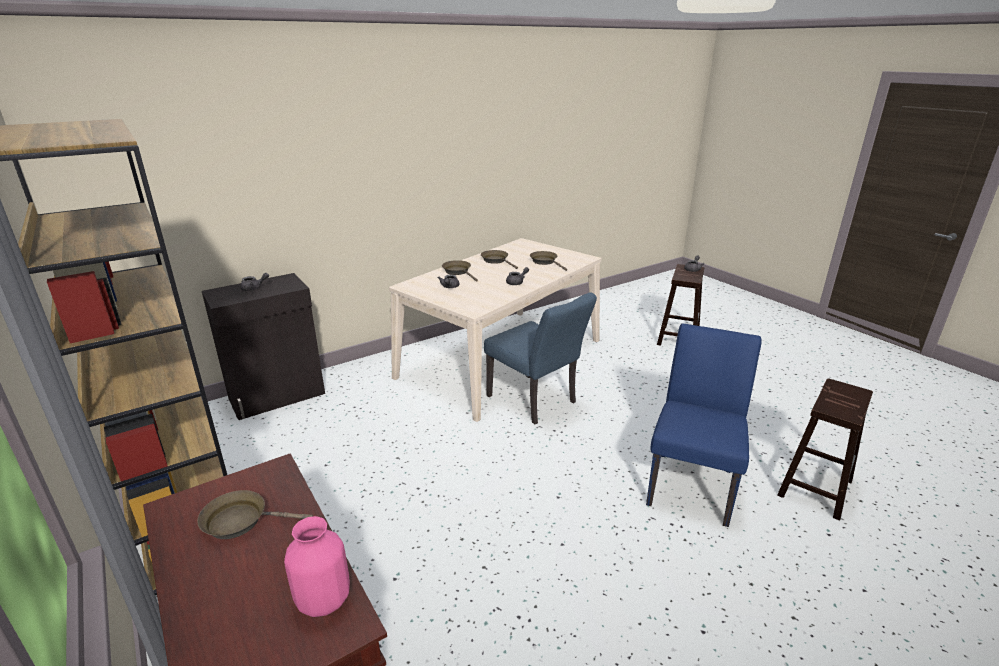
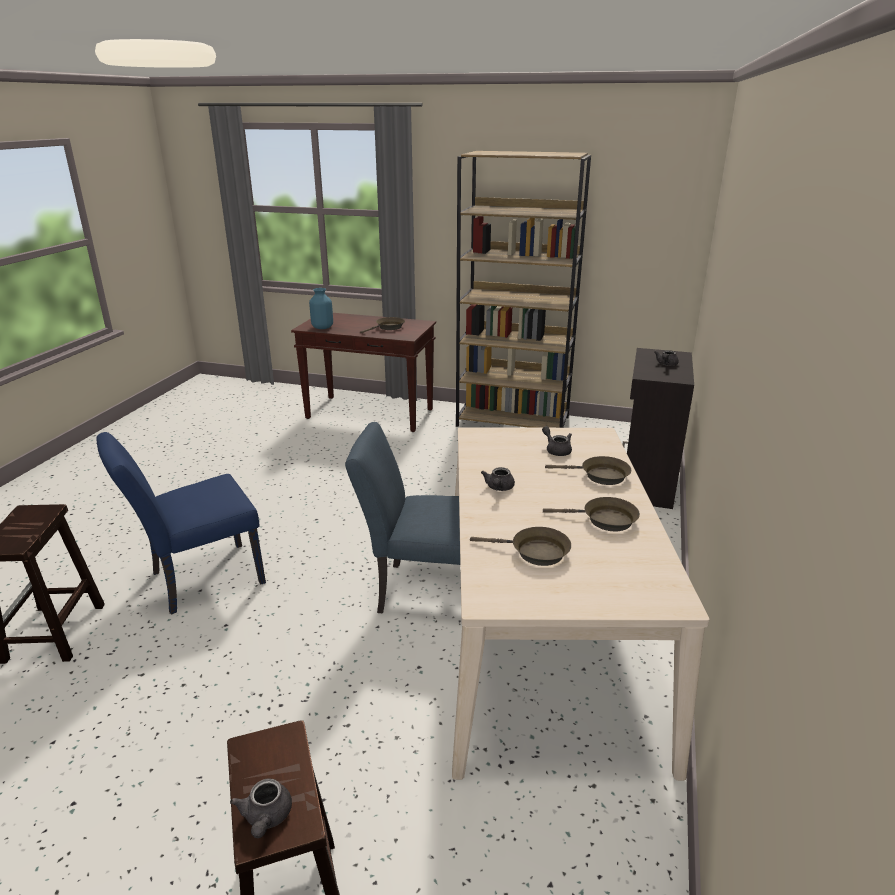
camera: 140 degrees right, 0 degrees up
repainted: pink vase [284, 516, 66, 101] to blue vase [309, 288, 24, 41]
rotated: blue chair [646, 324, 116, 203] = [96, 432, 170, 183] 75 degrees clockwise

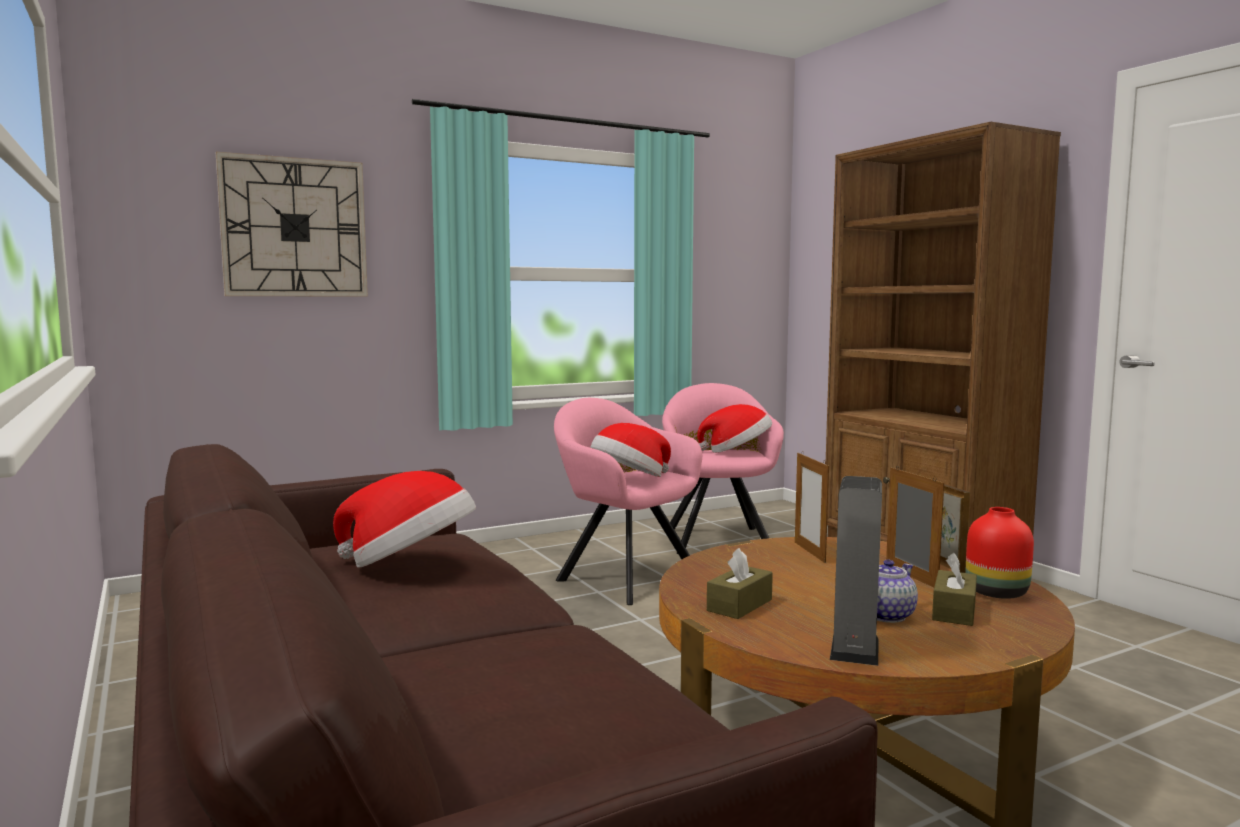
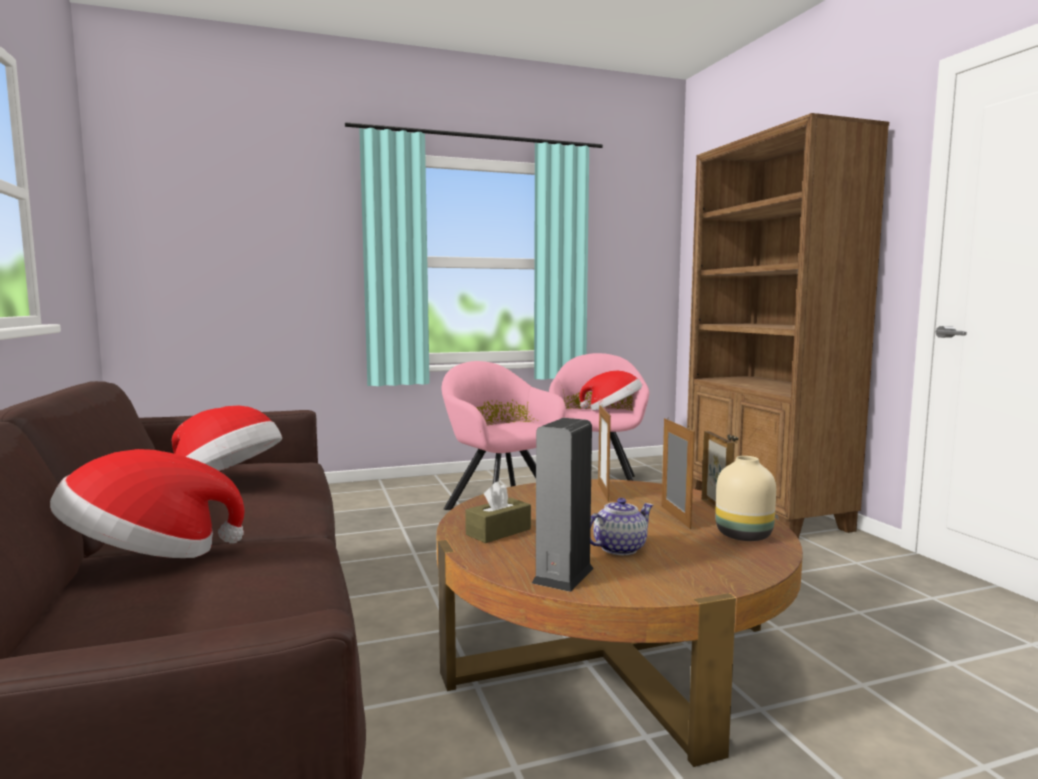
camera: 10 degrees right, 0 degrees up
gone: wall clock [216, 152, 152, 145]; brown tissue box [932, 553, 45, 73]
shifted: hat [590, 423, 81, 54] to [50, 449, 195, 109]
repainted: red vase [966, 507, 68, 92] to beige vase [715, 456, 61, 85]

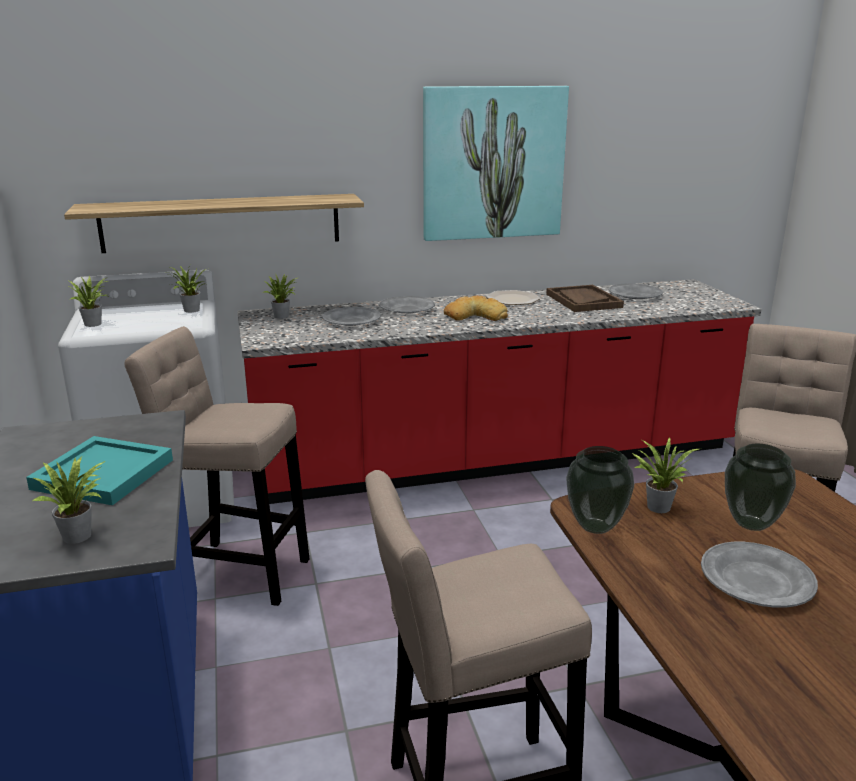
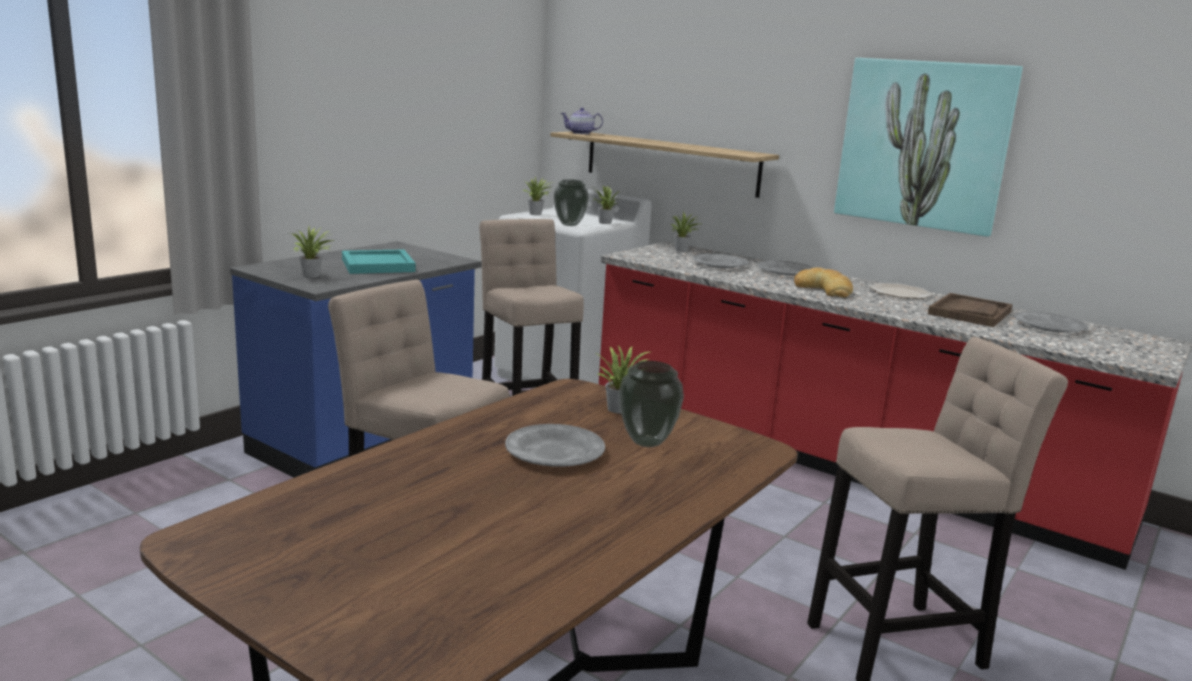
camera: 50 degrees right, 5 degrees down
new: teapot [560, 107, 43, 27]
shifted: vase [566, 446, 68, 88] to [554, 179, 35, 47]

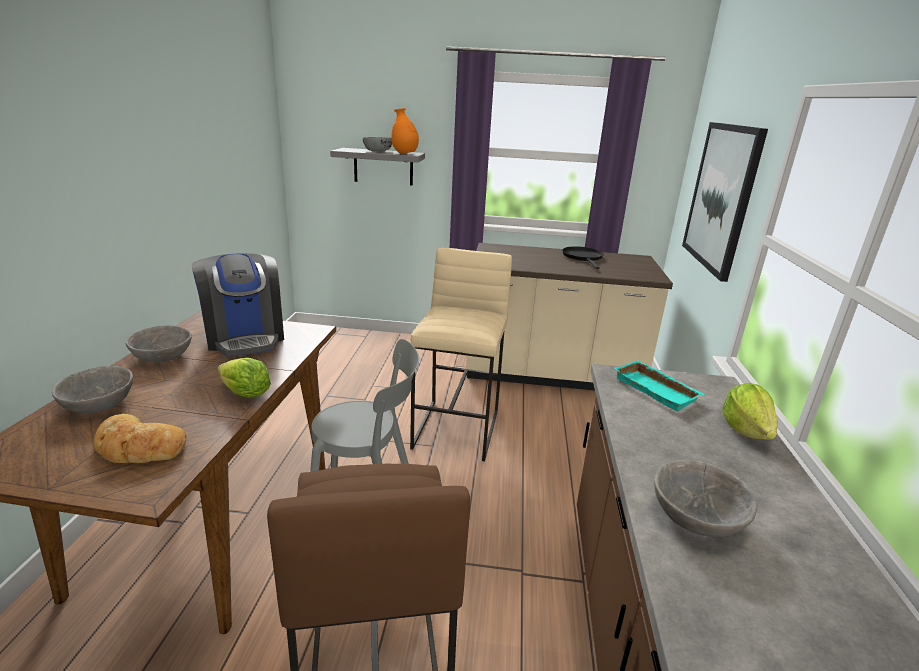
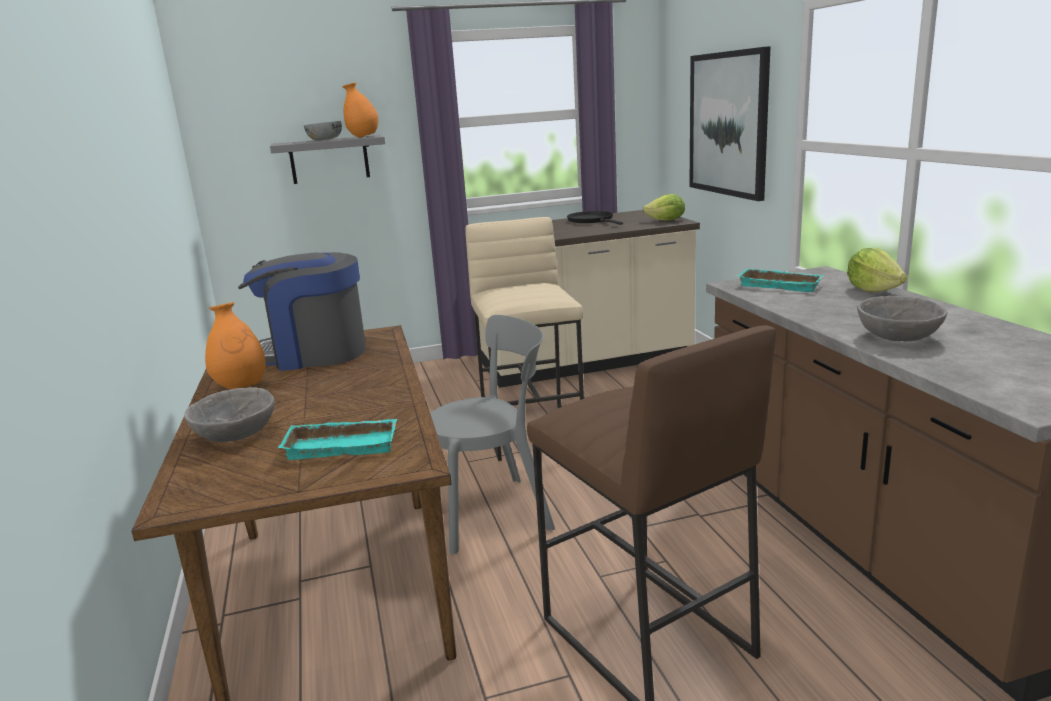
camera: 20 degrees left, 5 degrees down
shifted: lettuce [218, 358, 53, 40] to [643, 194, 42, 27]
swapped: grey bowl [125, 325, 67, 38] to orange vase [205, 302, 61, 88]; bread [93, 414, 94, 49] to turquoise tray [278, 419, 119, 41]
rotated: coffee machine [192, 253, 92, 104] = [238, 252, 128, 119] 135 degrees clockwise

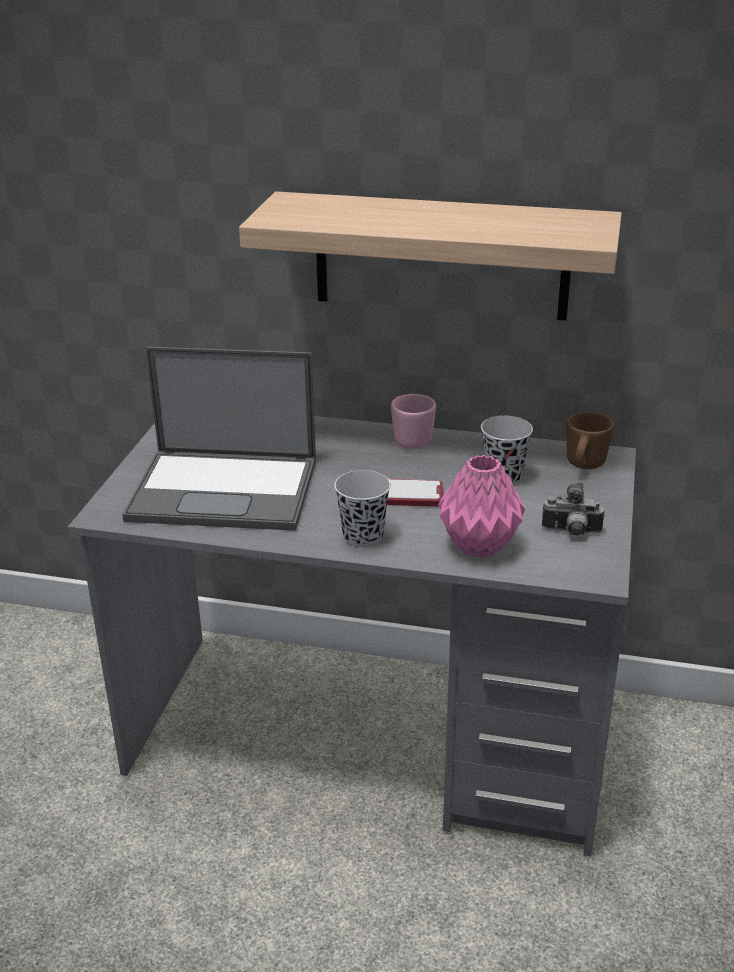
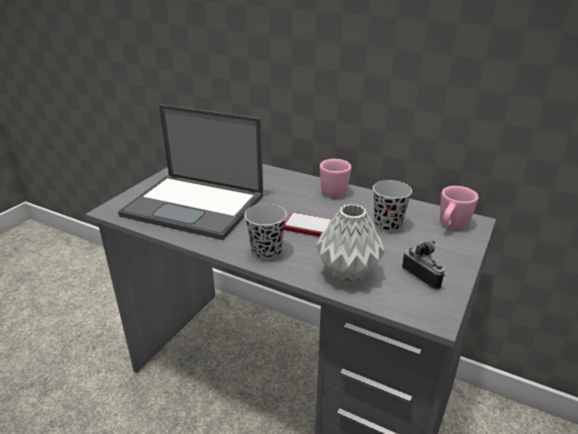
camera: 15 degrees right, 0 degrees up
gone: shelf [239, 191, 383, 130]
repainted: pink vase [438, 455, 87, 103] to grey vase [316, 204, 69, 81]; brown mug [566, 411, 48, 58] to pink mug [440, 186, 38, 43]
rotated: photo camera [542, 482, 63, 54] = [402, 241, 43, 49] 150 degrees counterclockwise

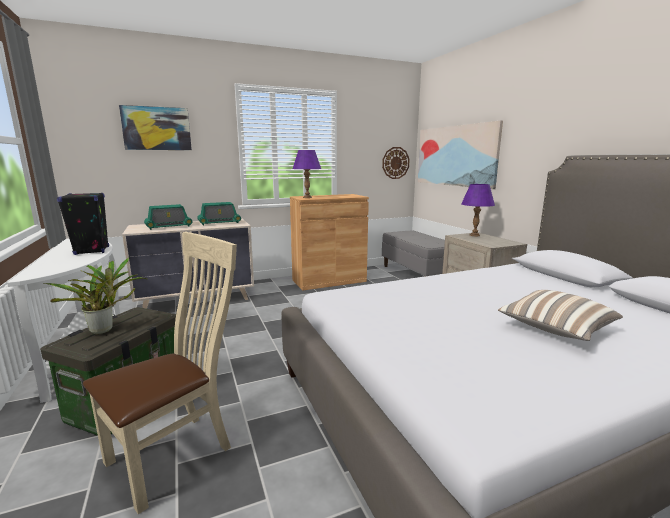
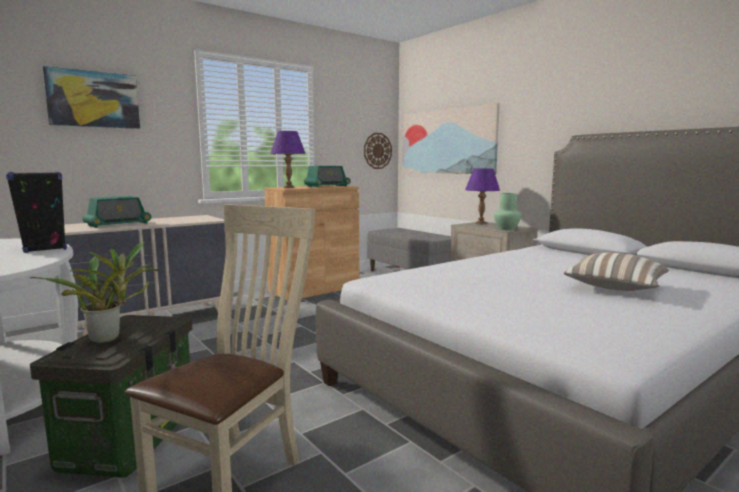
camera: 15 degrees left, 5 degrees down
new: green vase [494, 193, 28, 37]
shifted: radio [197, 202, 44, 24] to [304, 166, 47, 21]

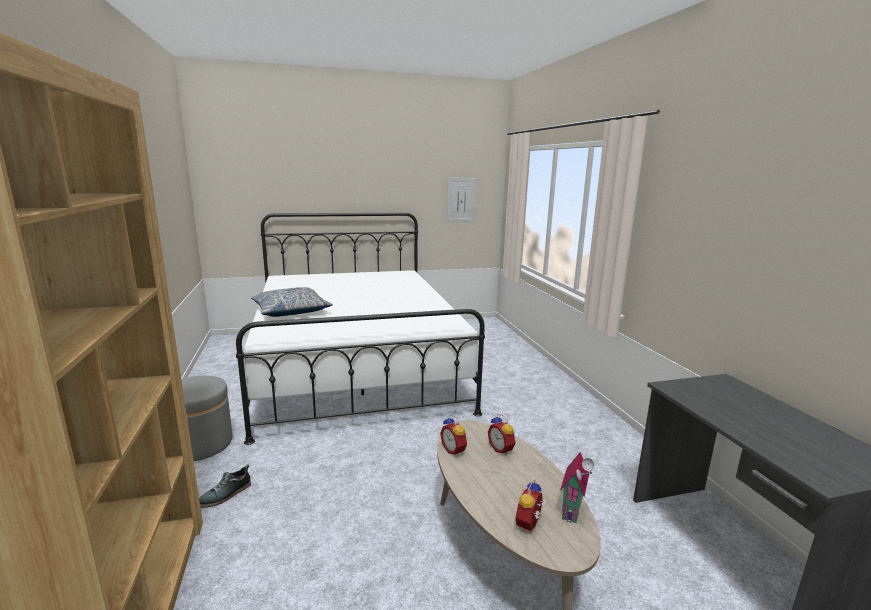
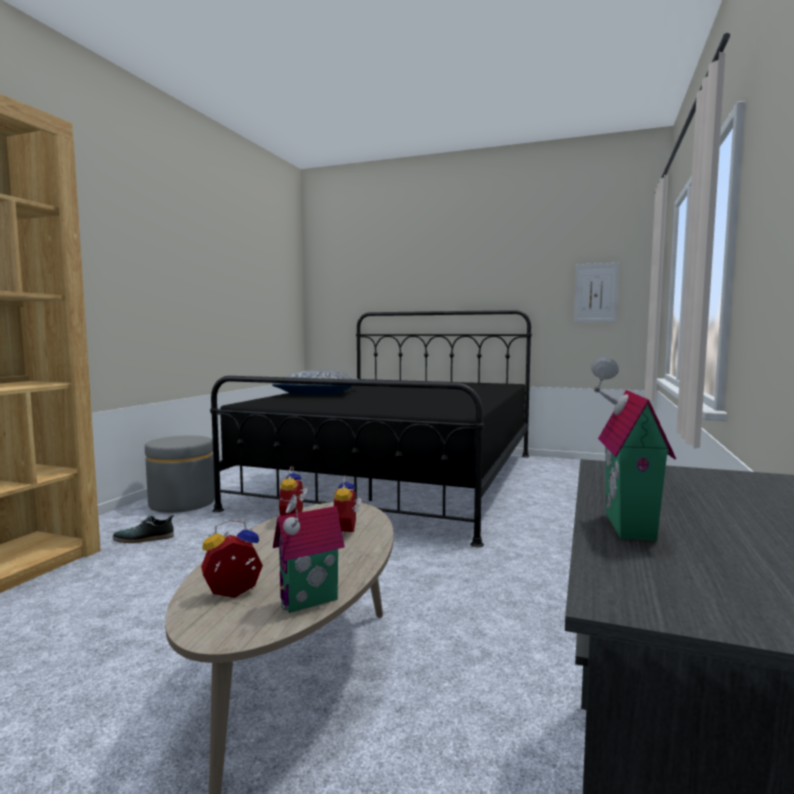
camera: 35 degrees right, 10 degrees down
new: toy house [591, 357, 85, 184]
repainted: white bed [236, 213, 249, 232] to black bed [210, 310, 322, 237]

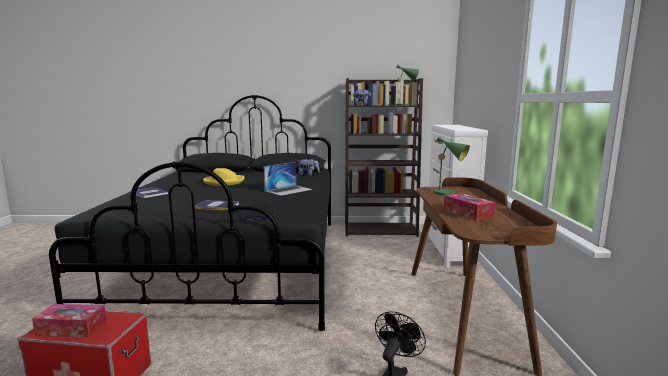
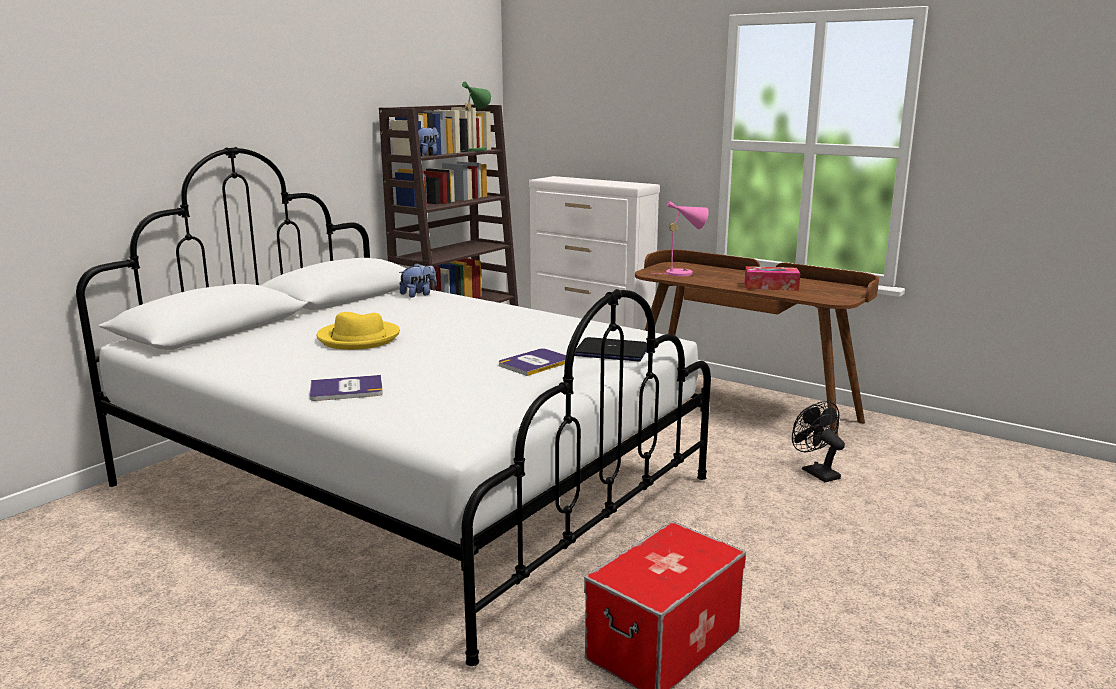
camera: 55 degrees left, 5 degrees up
gone: tissue box [32, 304, 75, 33]; laptop [264, 162, 48, 34]
repainted: black bed [49, 95, 282, 236] to white bed [76, 147, 635, 519]; green table lamp [426, 137, 44, 58] to pink table lamp [657, 201, 52, 76]

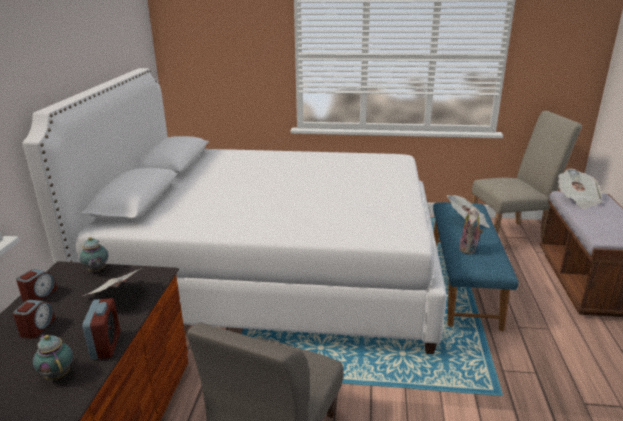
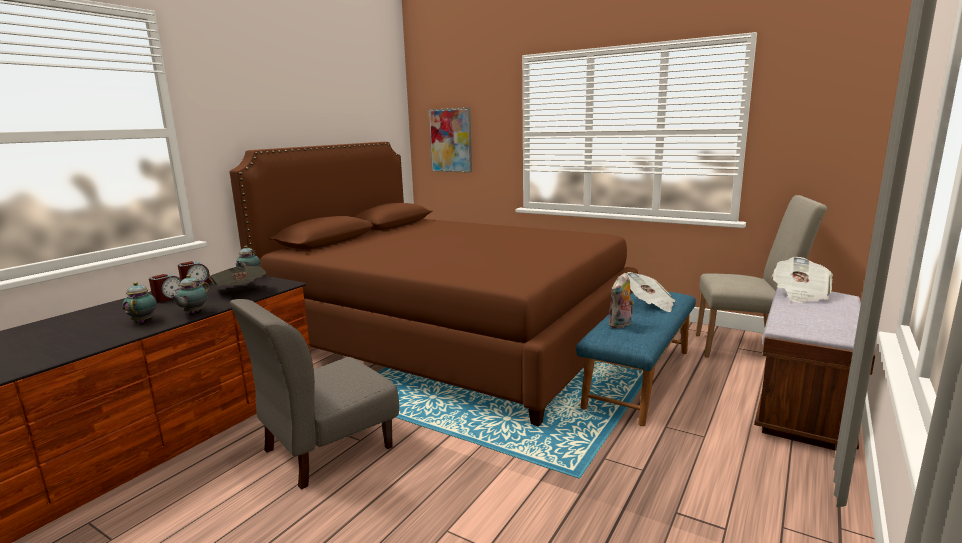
camera: 25 degrees right, 10 degrees down
new: picture [429, 108, 43, 65]
swapped: alarm clock [82, 298, 38, 61] to teapot [170, 275, 39, 39]
repainted: white bed [23, 68, 424, 286] to brown bed [230, 142, 408, 284]

